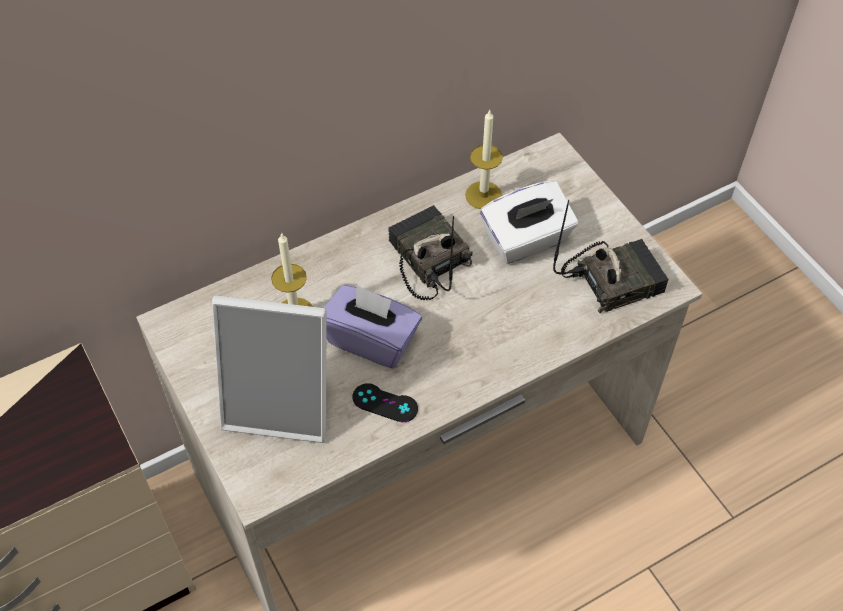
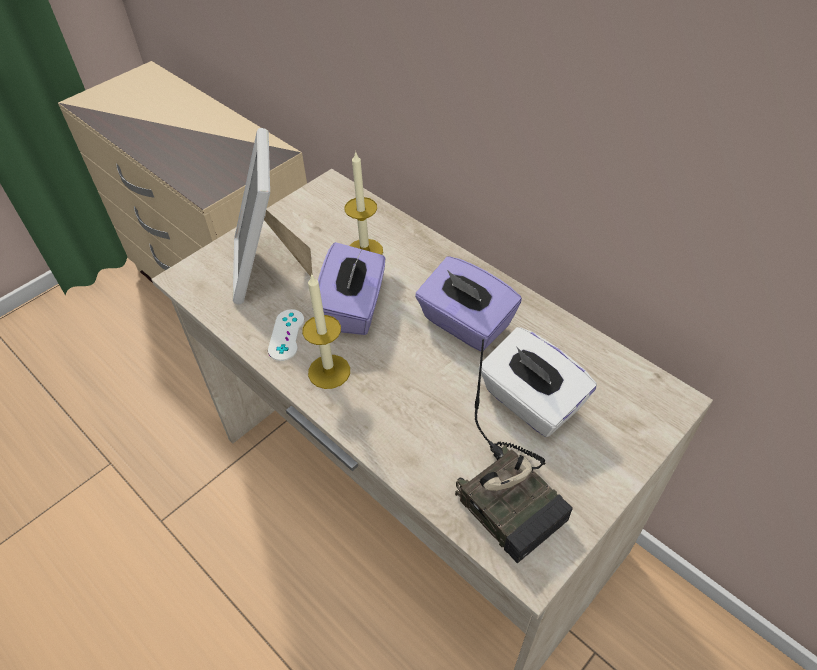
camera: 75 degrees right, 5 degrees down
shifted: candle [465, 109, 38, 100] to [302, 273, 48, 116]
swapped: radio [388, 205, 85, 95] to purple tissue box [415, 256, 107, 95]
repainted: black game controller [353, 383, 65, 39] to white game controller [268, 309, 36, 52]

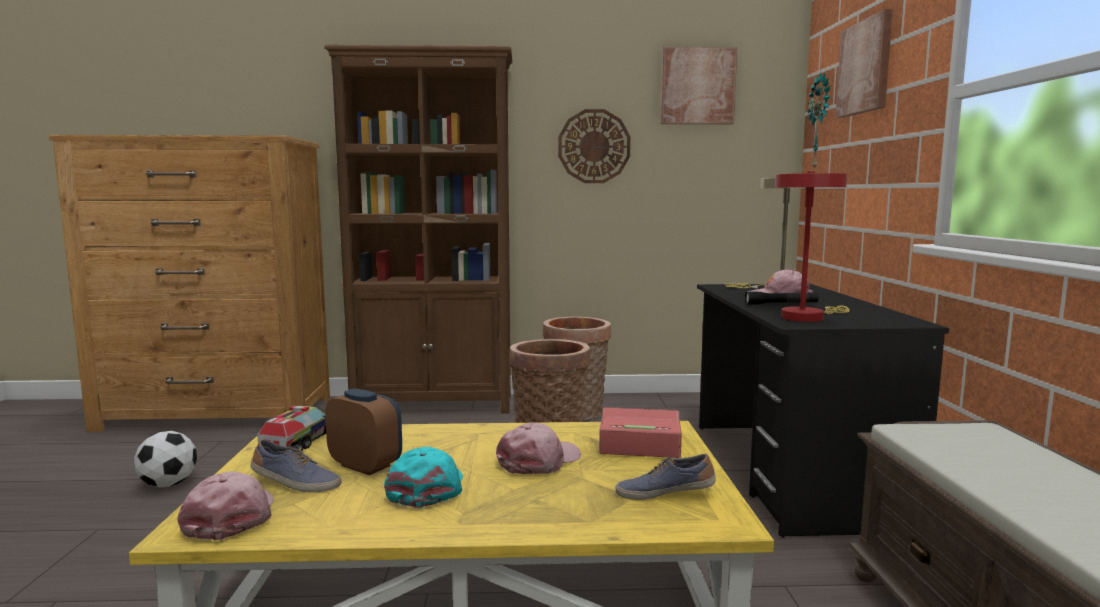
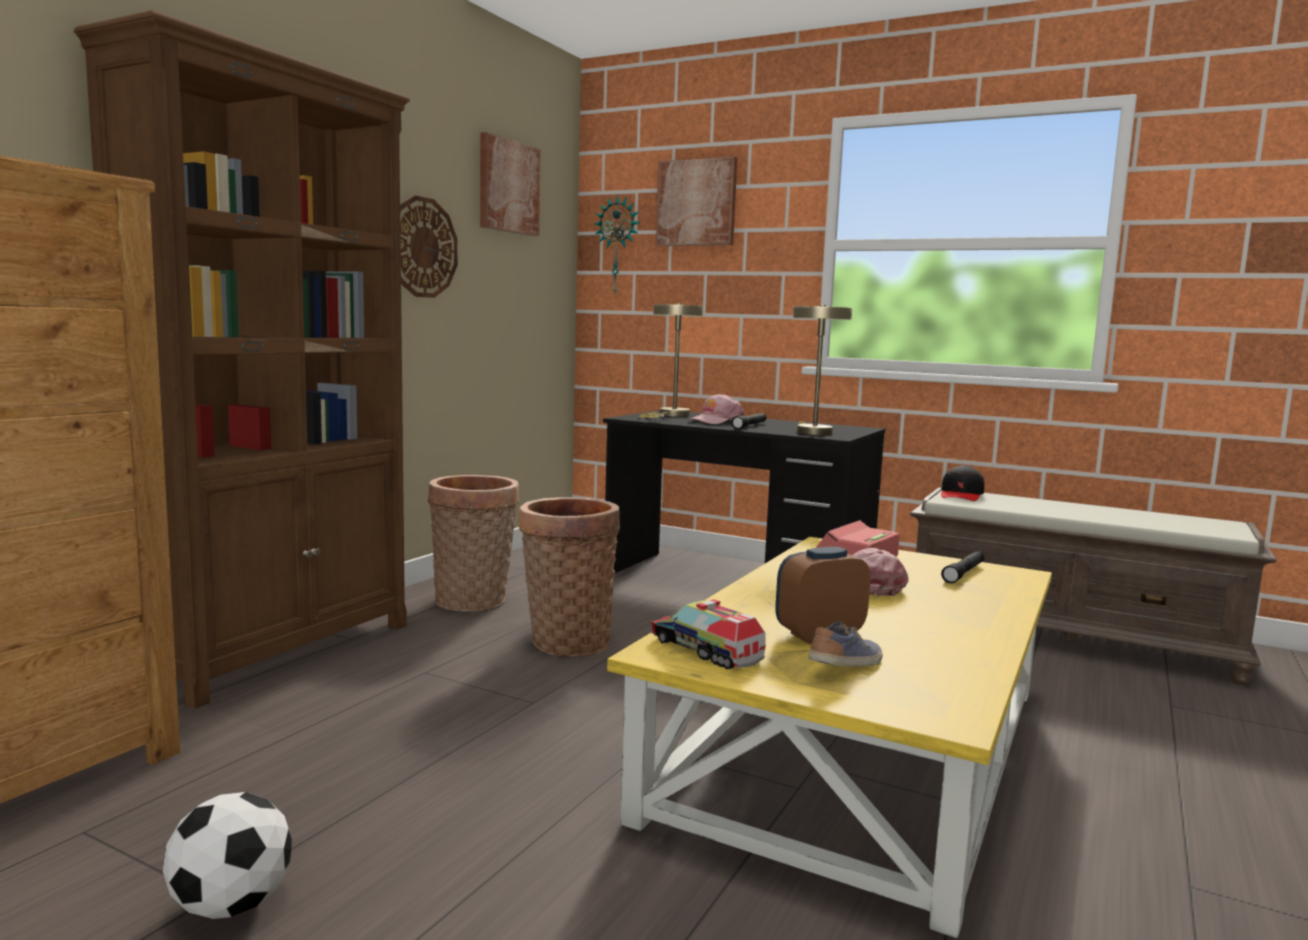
camera: 60 degrees left, 0 degrees up
gone: pink cap [178, 471, 96, 69]; turquoise cap [384, 447, 79, 61]
new: black cap [941, 464, 43, 37]
swapped: shoe [616, 454, 100, 46] to black flashlight [941, 551, 43, 32]
repainted: red table lamp [775, 171, 74, 151] to beige table lamp [793, 305, 59, 130]

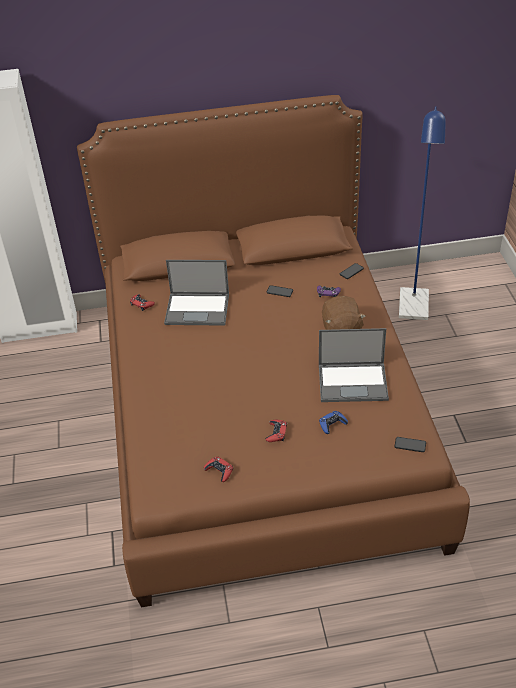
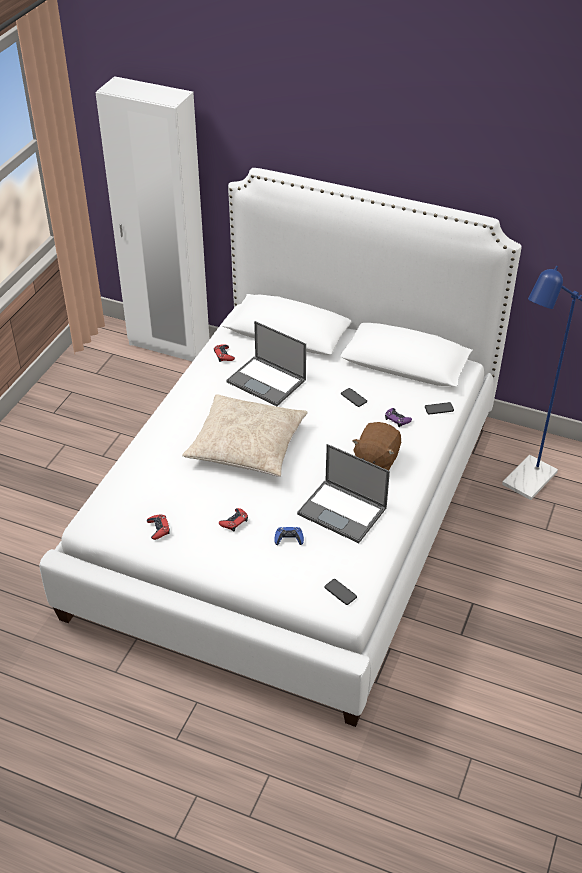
camera: 30 degrees right, 0 degrees up
new: beige pillow [182, 394, 126, 83]
repainted: brown bed [77, 95, 393, 512] to white bed [40, 168, 482, 559]

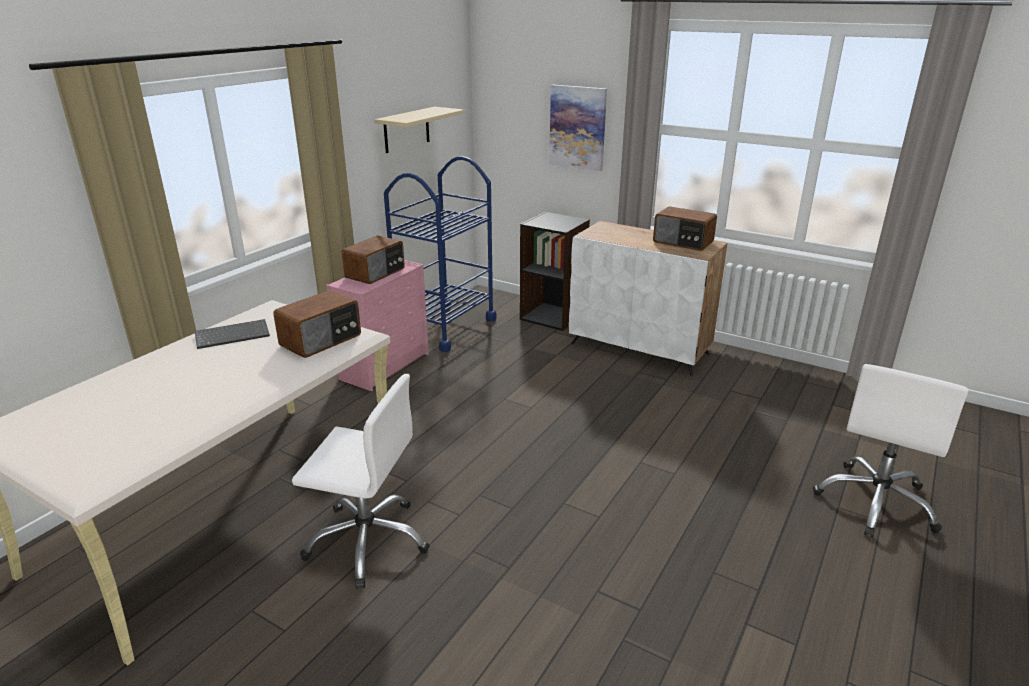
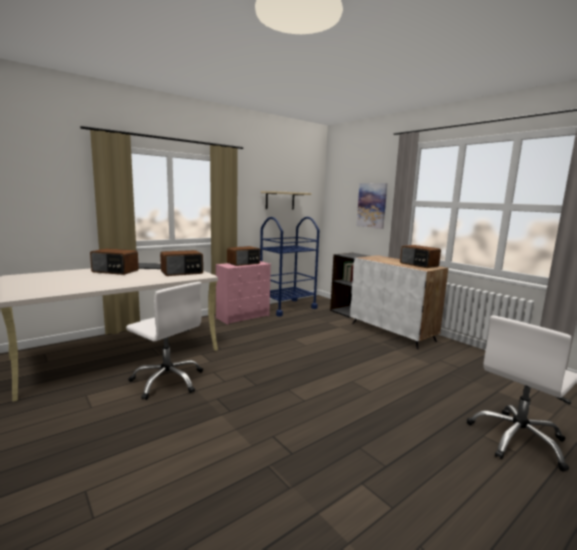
camera: 20 degrees right, 15 degrees down
new: radio [90, 248, 49, 27]

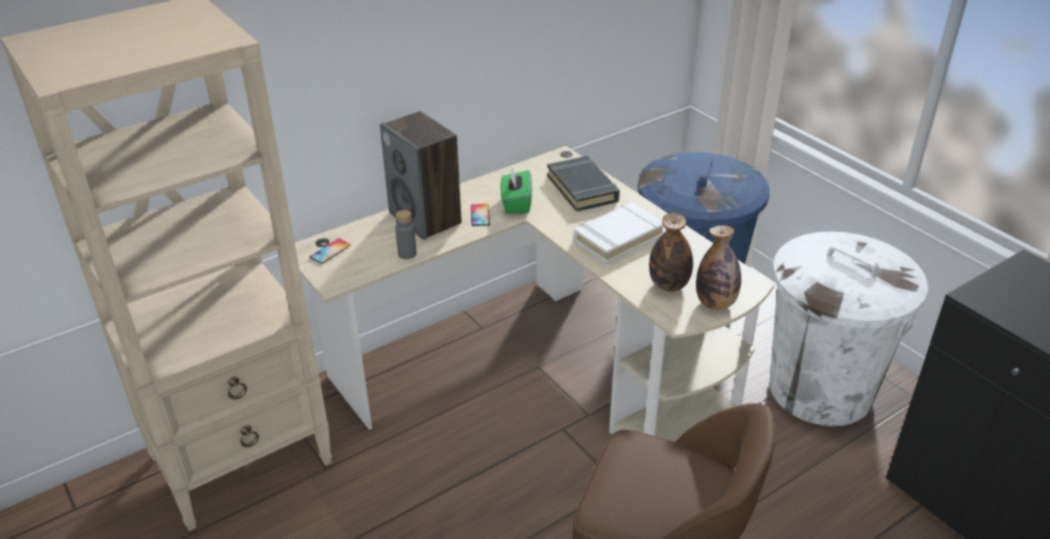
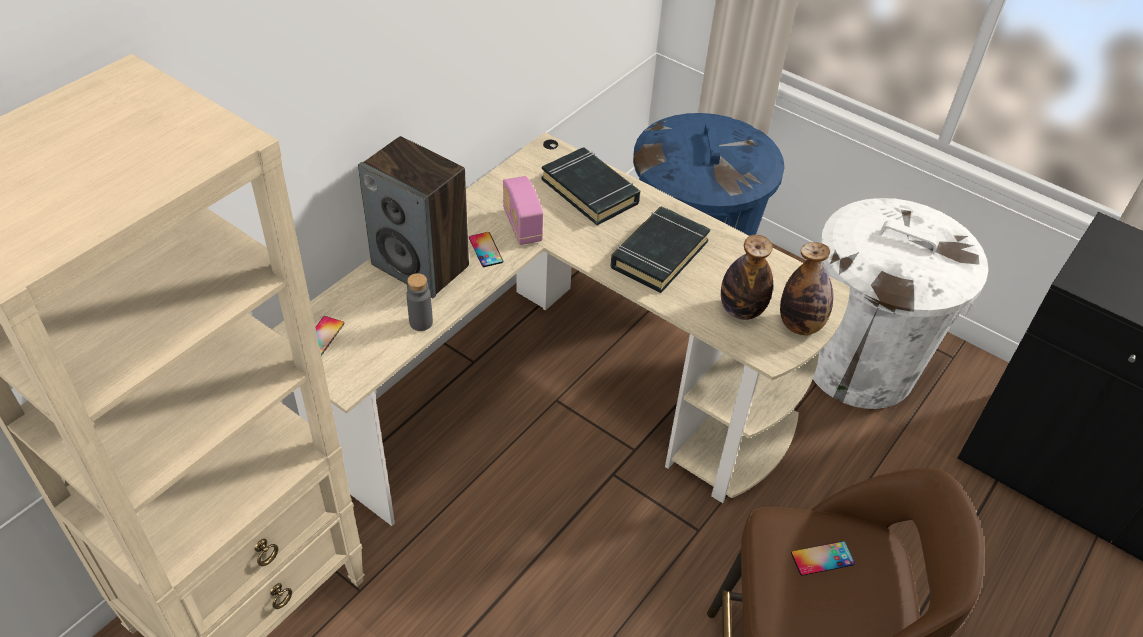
camera: 20 degrees left, 10 degrees up
new: phone [791, 541, 64, 34]
swapped: green tissue box [501, 168, 31, 46] to radio [503, 176, 40, 69]
repainted: white book [573, 202, 91, 61] to black book [611, 206, 100, 87]

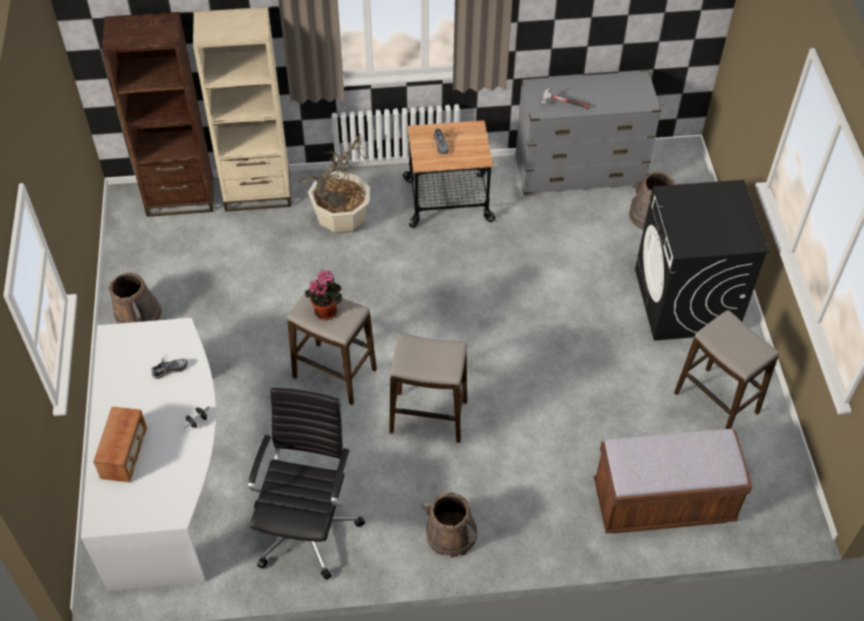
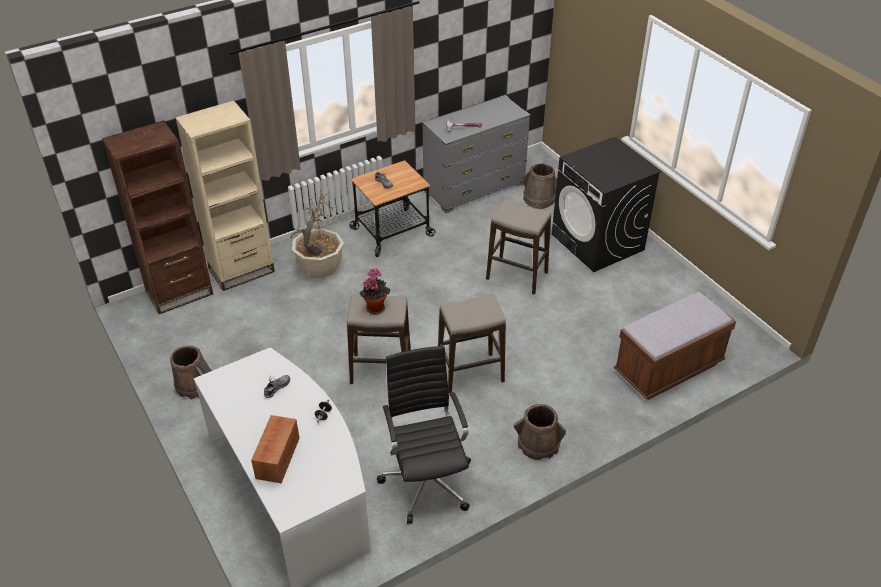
camera: 25 degrees left, 10 degrees down
shifted: stool [674, 310, 105, 119] to [486, 199, 65, 96]
rotated: radio [93, 406, 54, 76] = [251, 415, 49, 69] 150 degrees counterclockwise

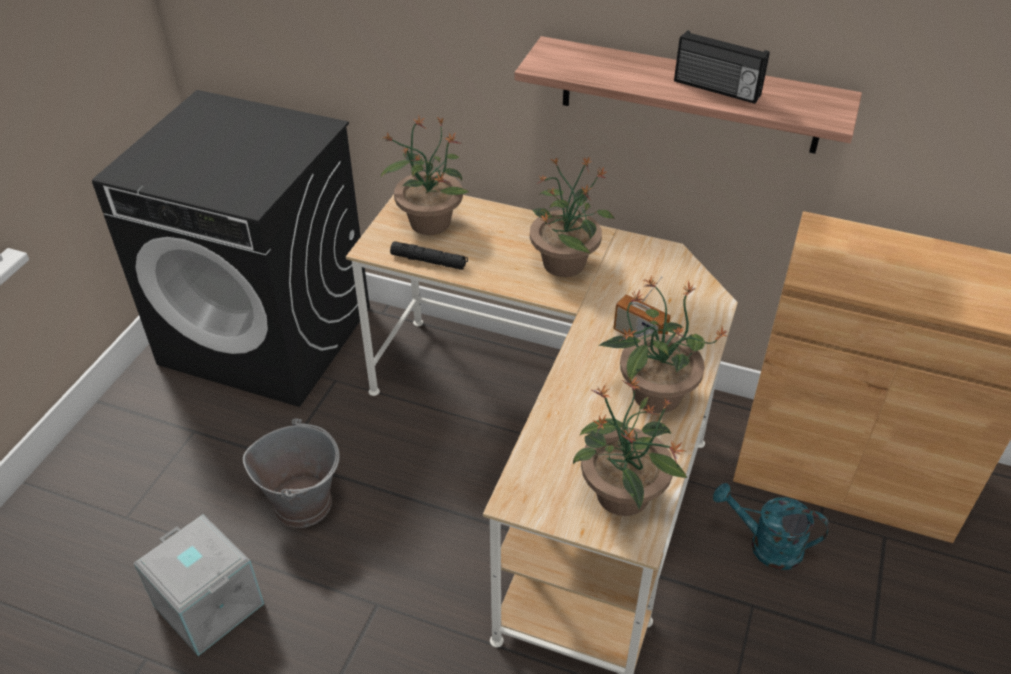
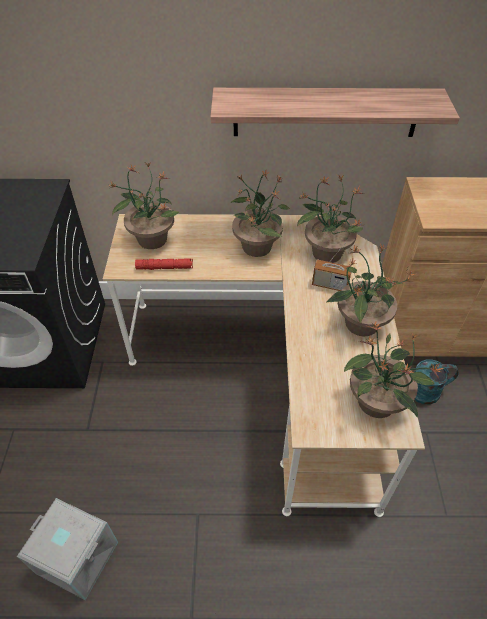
camera: 20 degrees left, 5 degrees up
gone: grey bucket [243, 419, 96, 109]; radio [674, 30, 96, 74]
new: potted plant [297, 175, 67, 88]
repainted: black flashlight [390, 241, 78, 29] to red flashlight [135, 259, 58, 11]

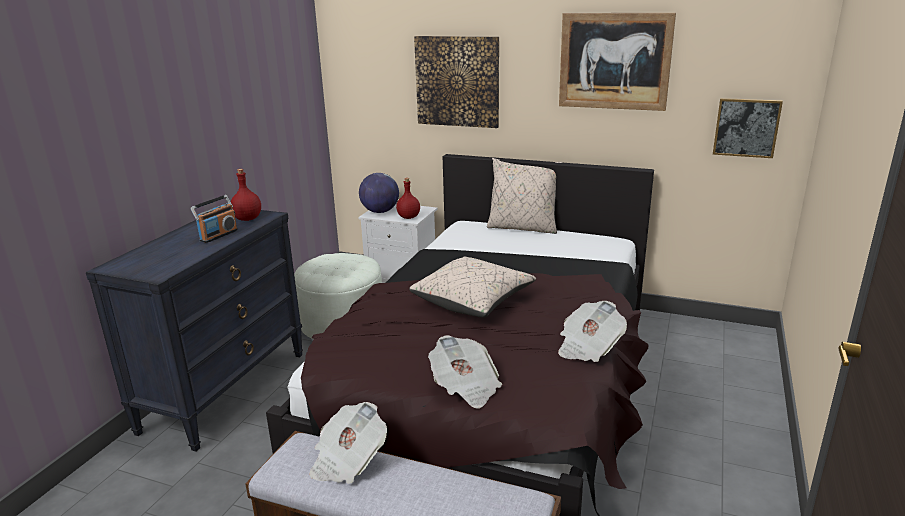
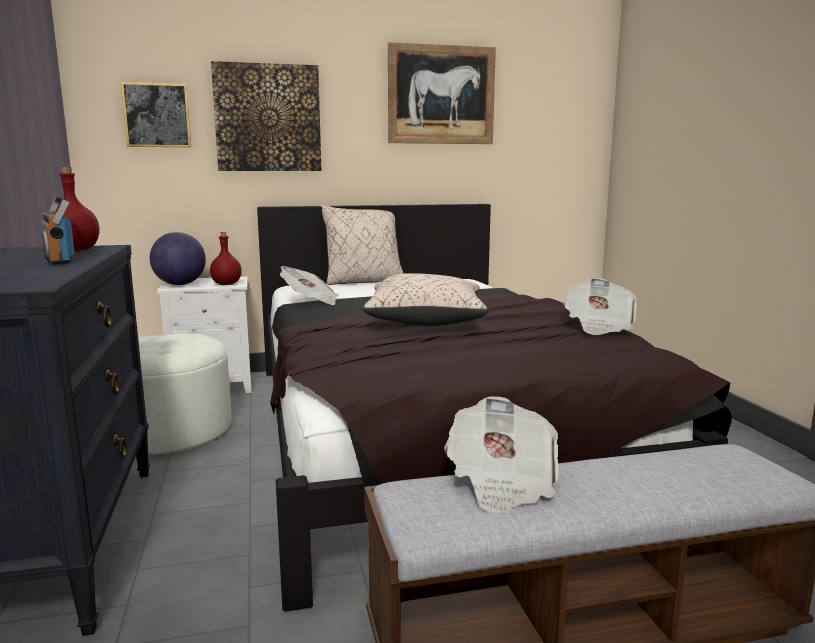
camera: 35 degrees left, 10 degrees down
shifted: picture [713, 98, 70, 60] to [121, 82, 70, 65]; newspaper [428, 335, 74, 74] to [280, 266, 58, 39]
rotated: radio [190, 195, 48, 48] = [41, 197, 34, 68] 150 degrees clockwise

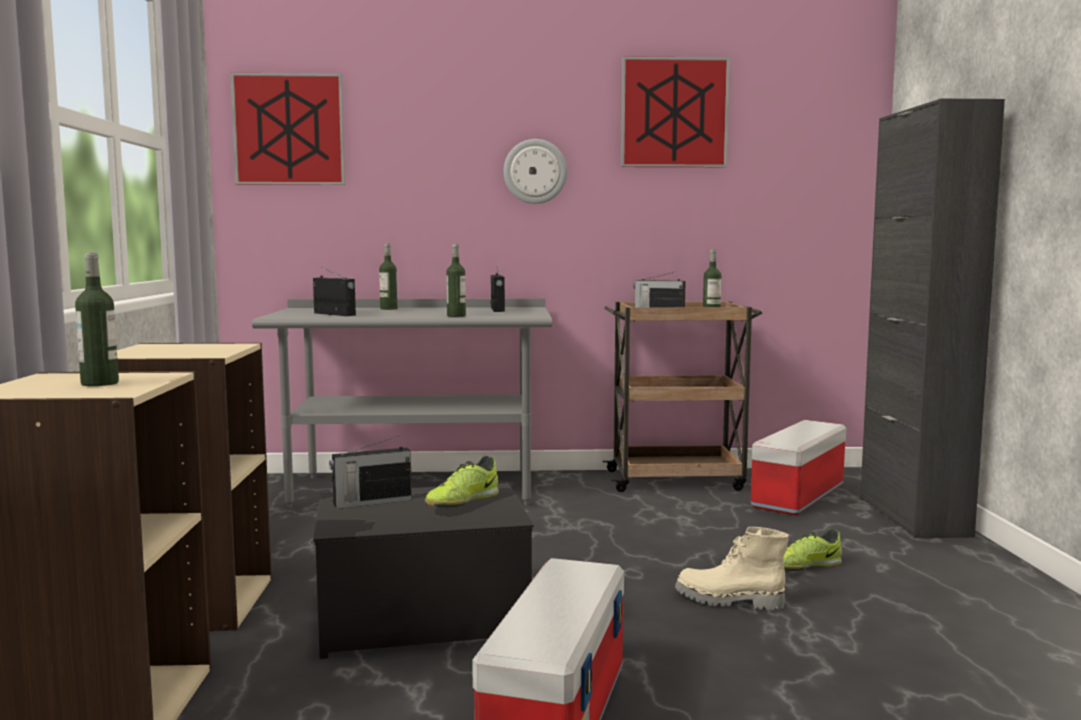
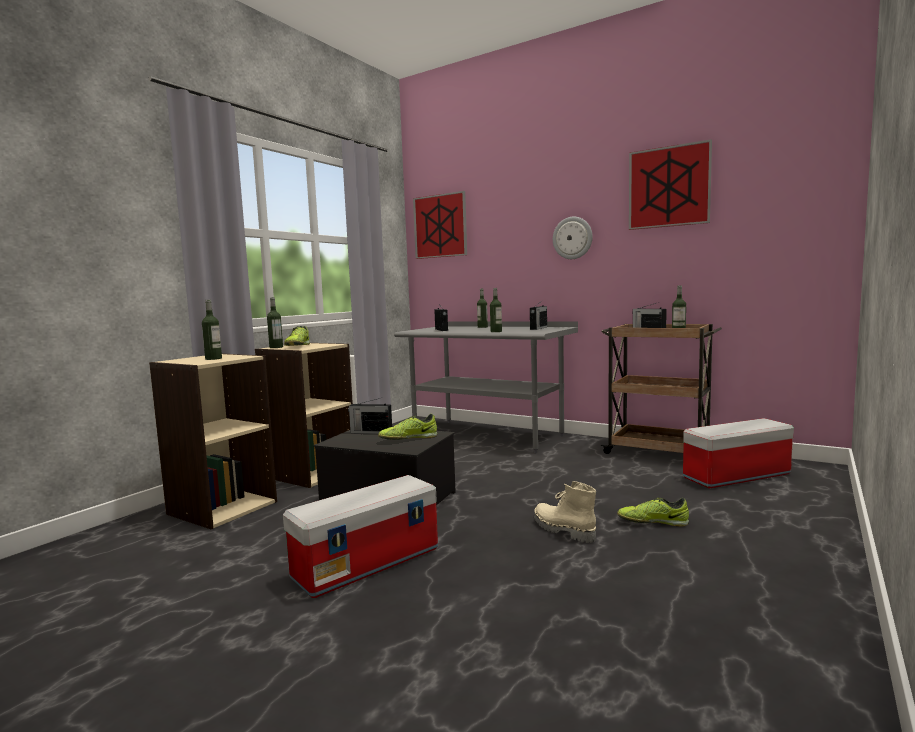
camera: 35 degrees right, 0 degrees up
gone: black cabinet [860, 99, 145, 439]
new: bottle [267, 297, 16, 51]; shoe [284, 326, 26, 20]

